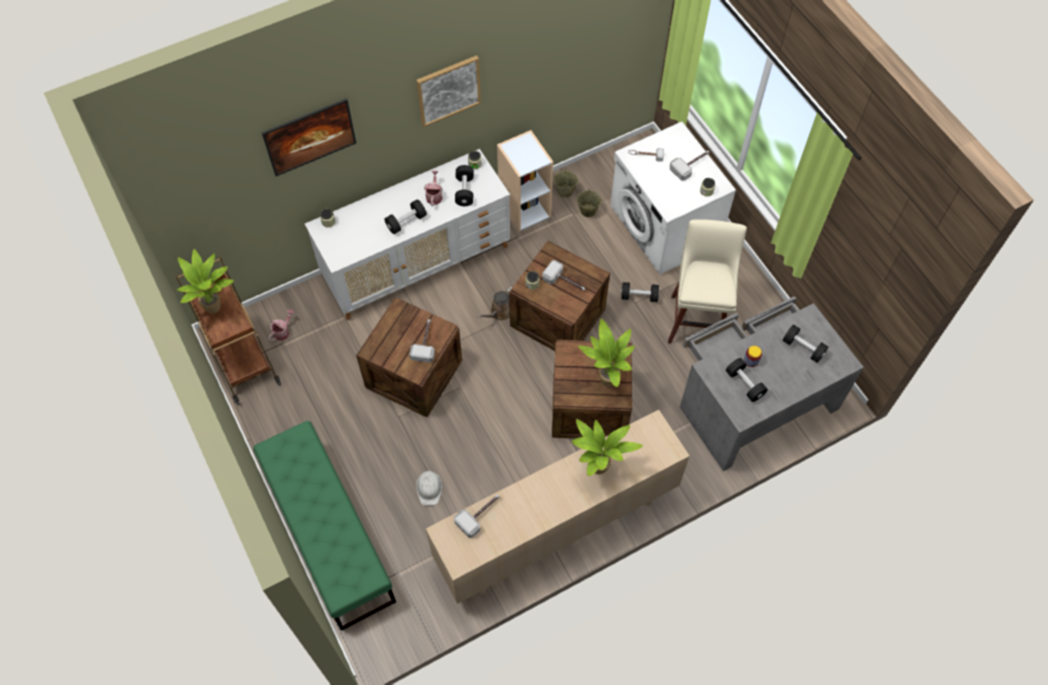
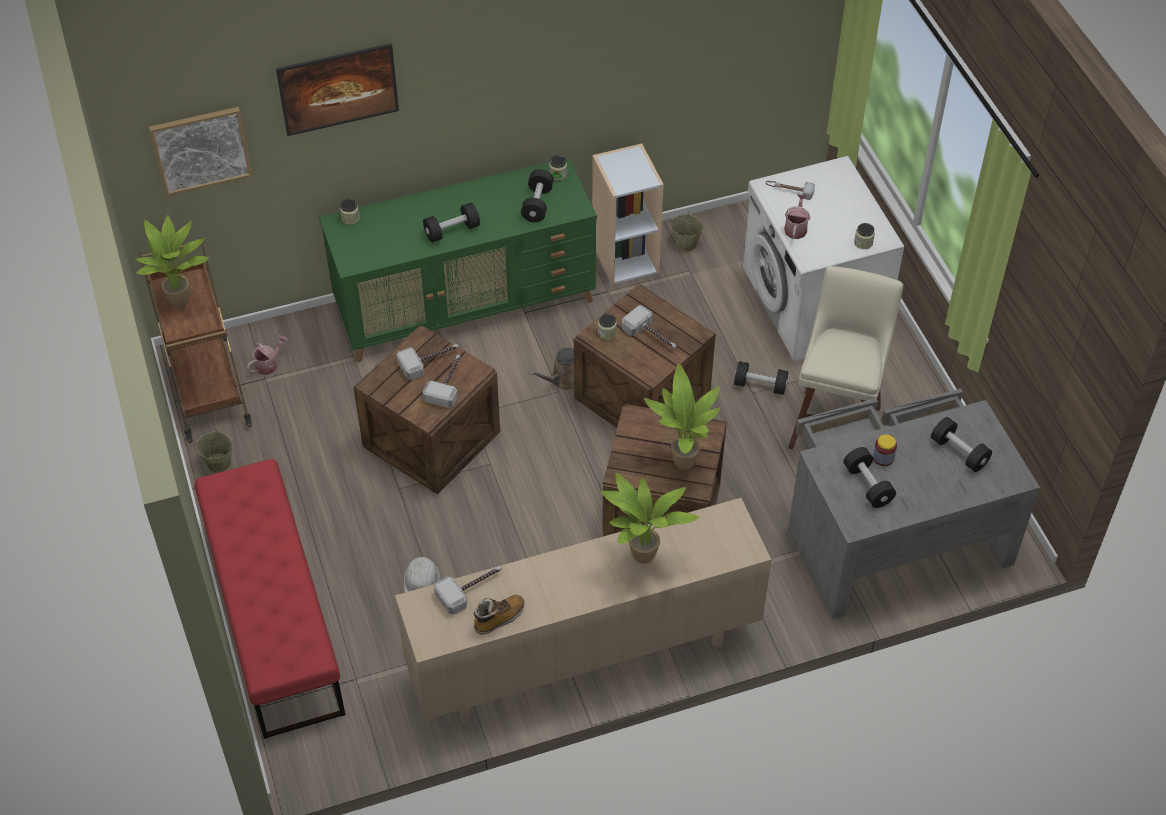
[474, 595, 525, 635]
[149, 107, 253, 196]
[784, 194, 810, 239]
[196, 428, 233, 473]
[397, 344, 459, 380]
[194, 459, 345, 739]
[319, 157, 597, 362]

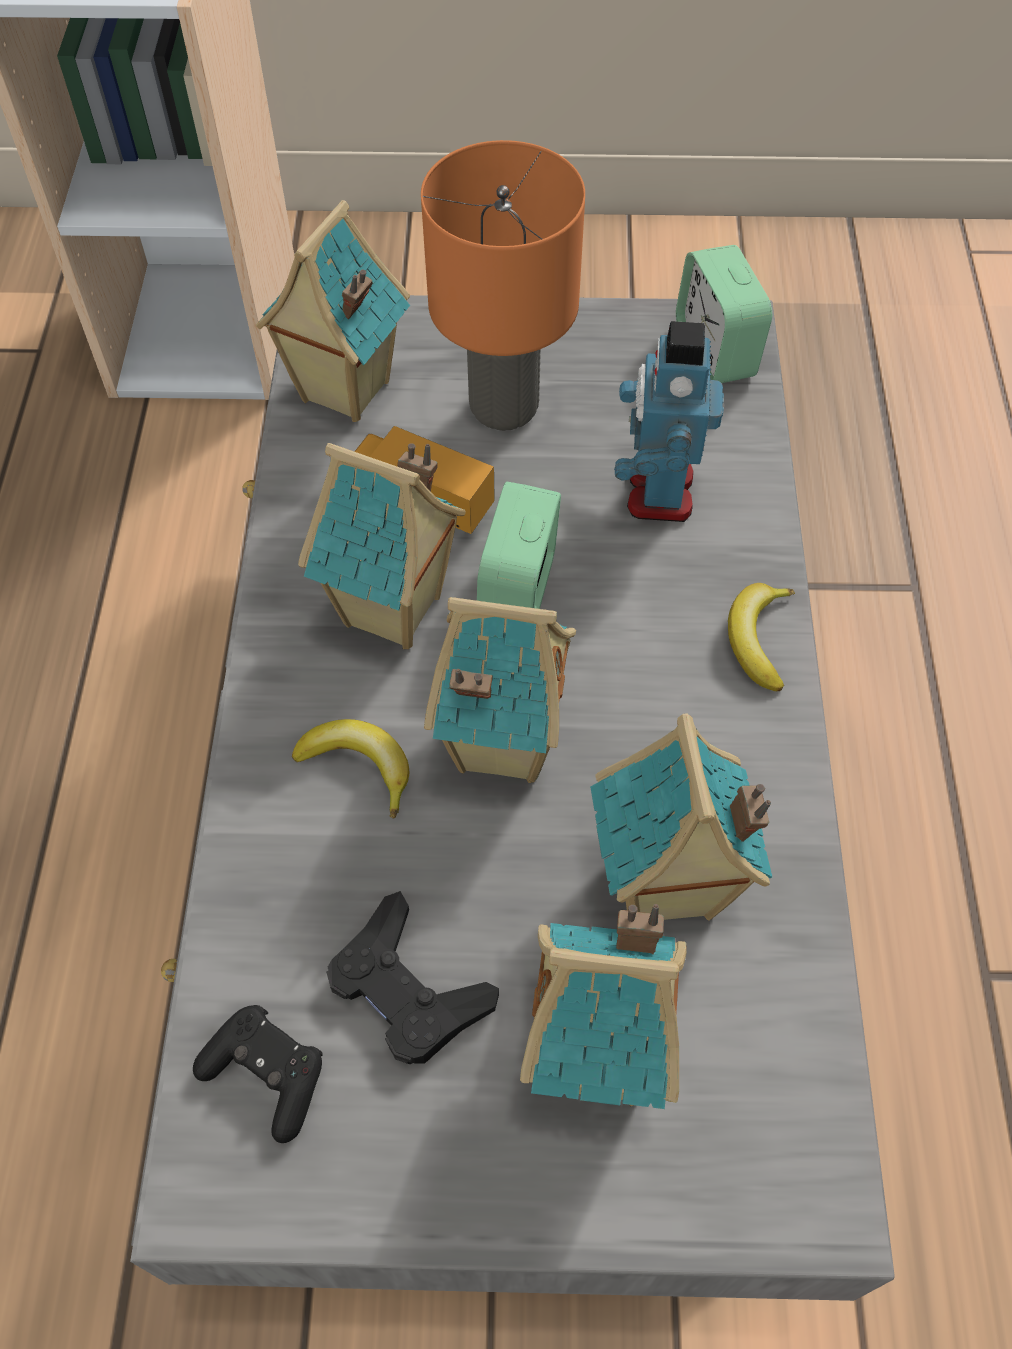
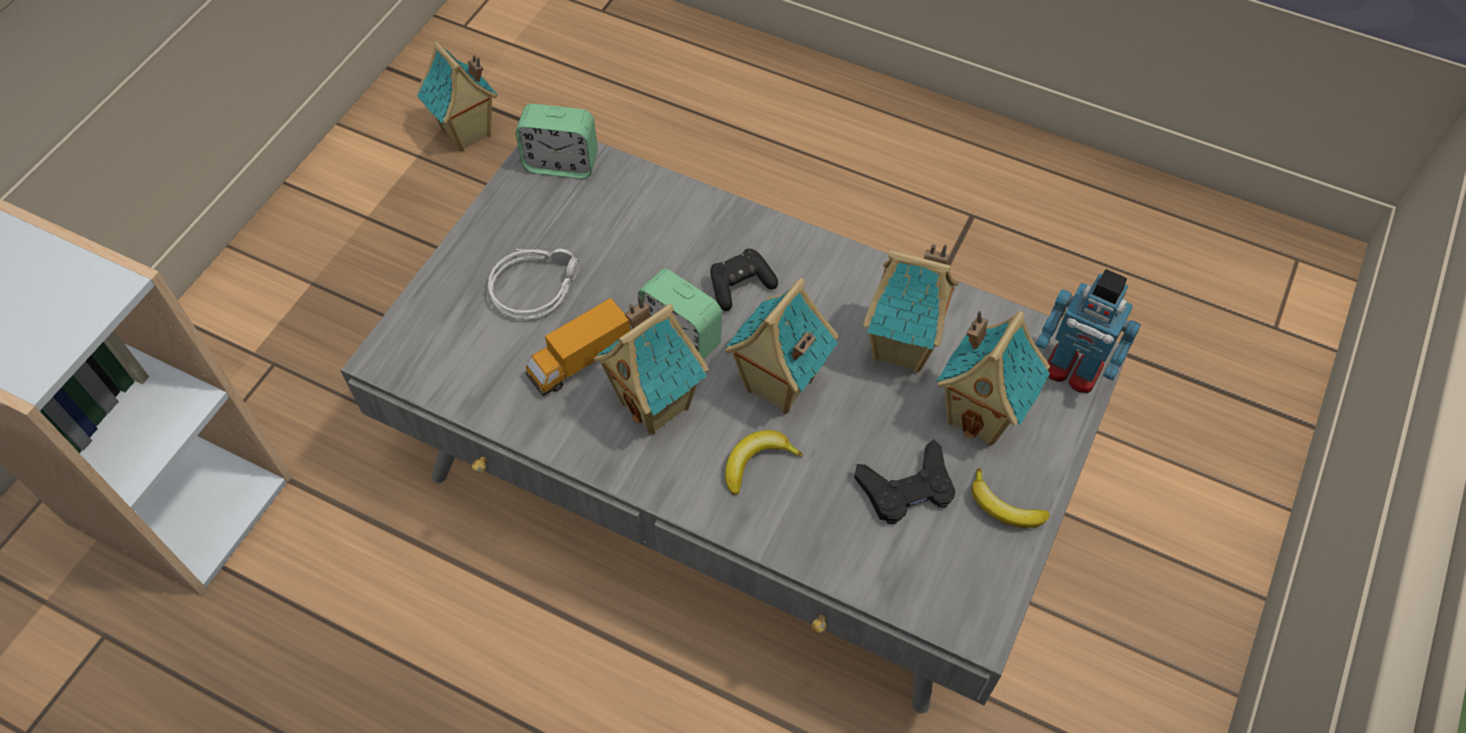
[710, 249, 778, 311]
[417, 41, 498, 151]
[1035, 269, 1141, 393]
[972, 468, 1050, 528]
[488, 249, 579, 320]

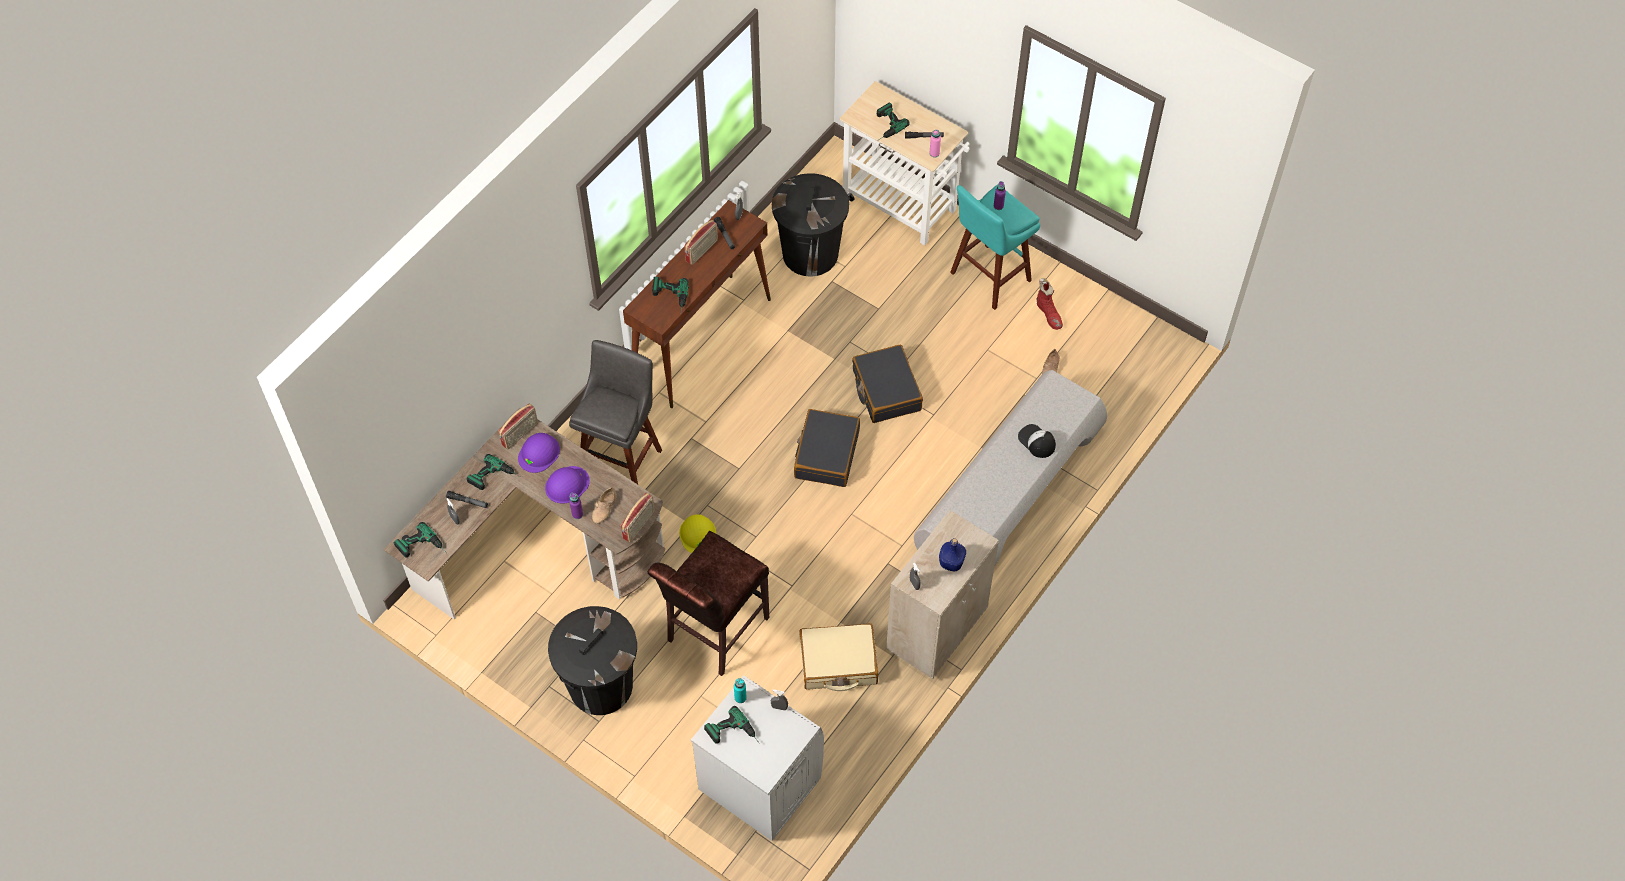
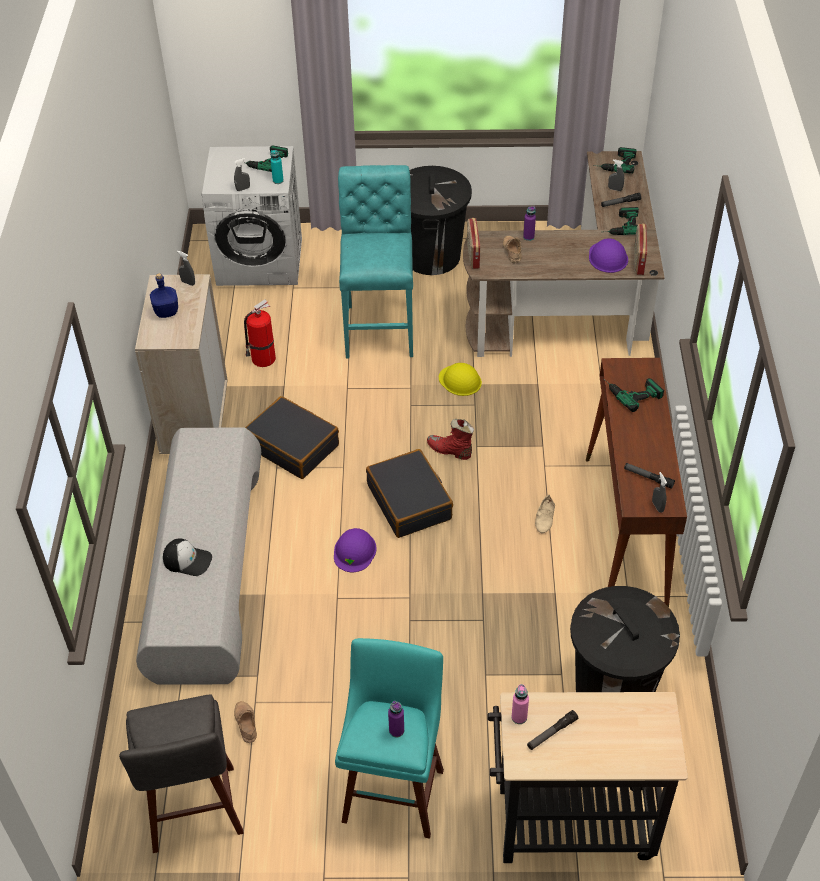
[684, 220, 718, 265] (first image)
[877, 102, 910, 140] (first image)
[535, 495, 555, 534]
[334, 528, 376, 572]
[119, 695, 244, 853]
[245, 396, 339, 479]
[427, 419, 474, 460]
[244, 299, 276, 367]
[338, 165, 413, 358]
[488, 692, 688, 863]

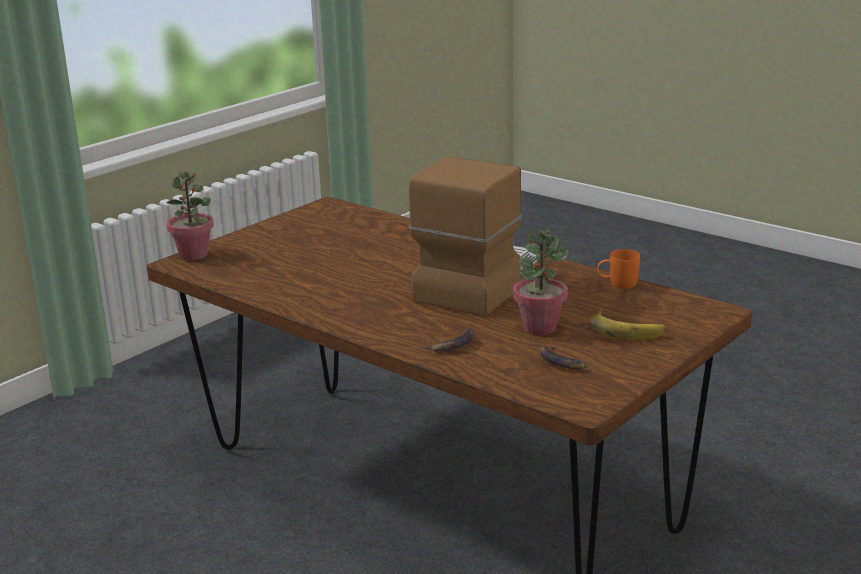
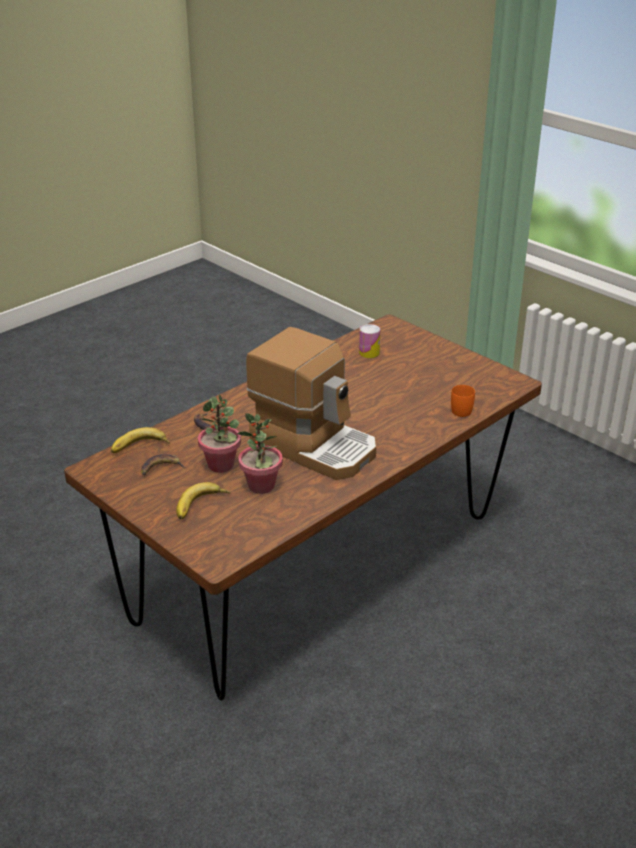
[111, 427, 170, 453]
[359, 324, 380, 358]
[237, 413, 283, 494]
[451, 385, 475, 417]

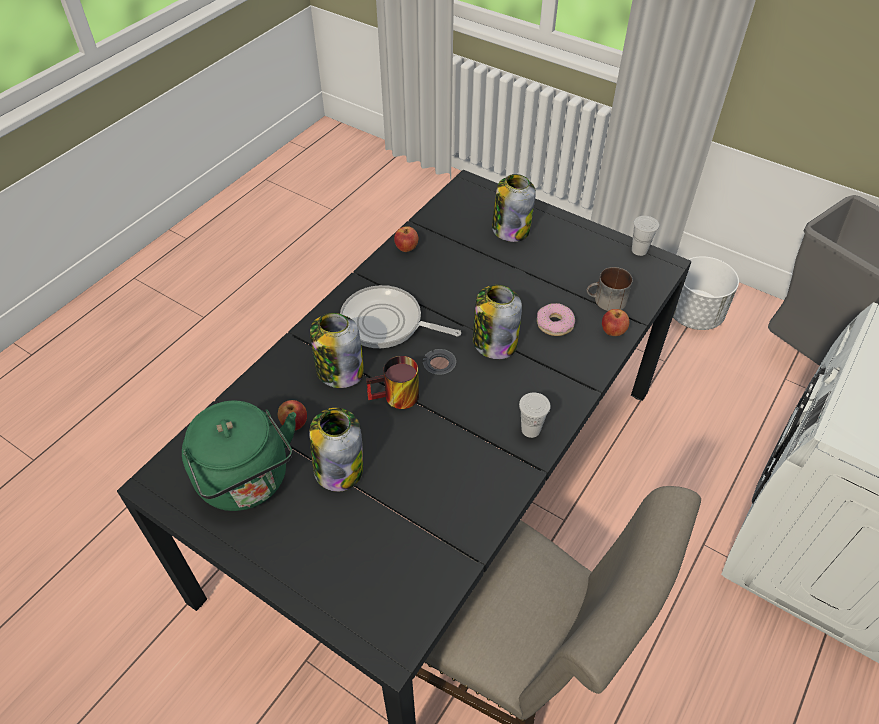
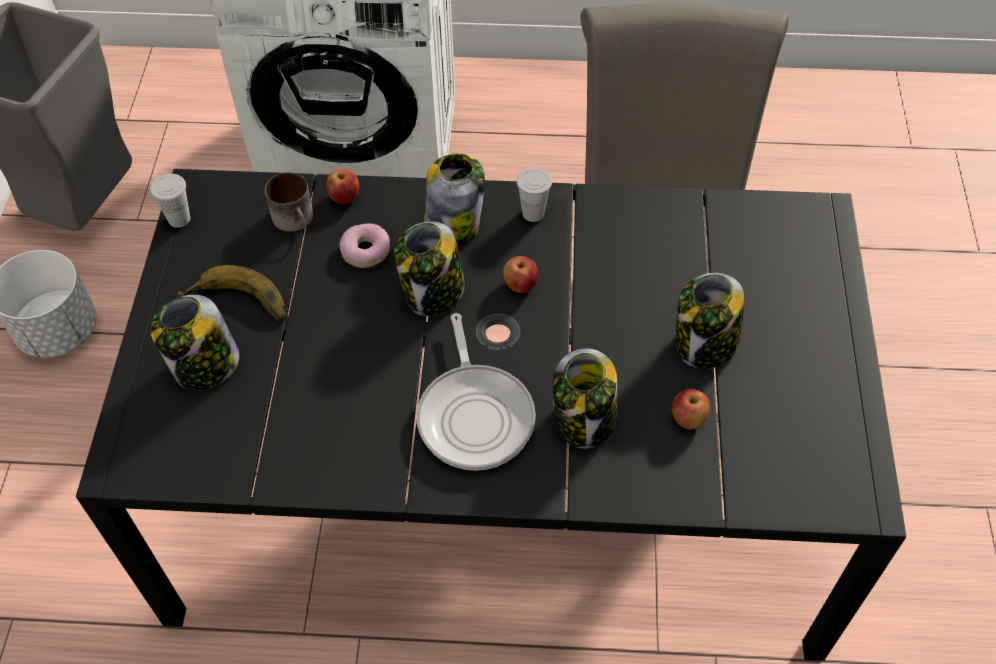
[182, 400, 296, 511] (first image)
[366, 356, 419, 409] (first image)
[177, 265, 286, 323]
[424, 154, 485, 246]
[503, 256, 538, 293]

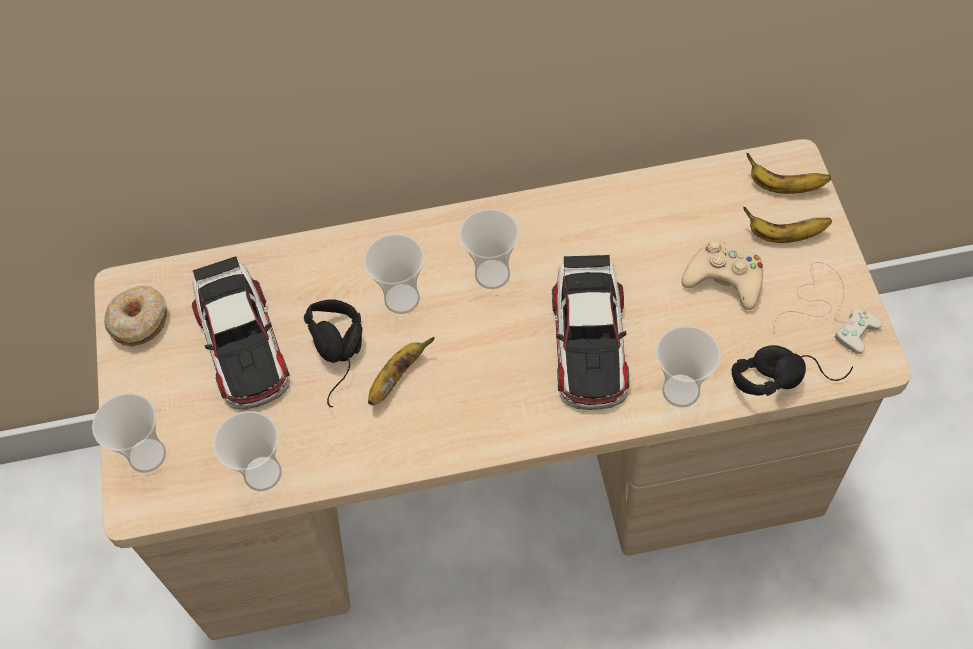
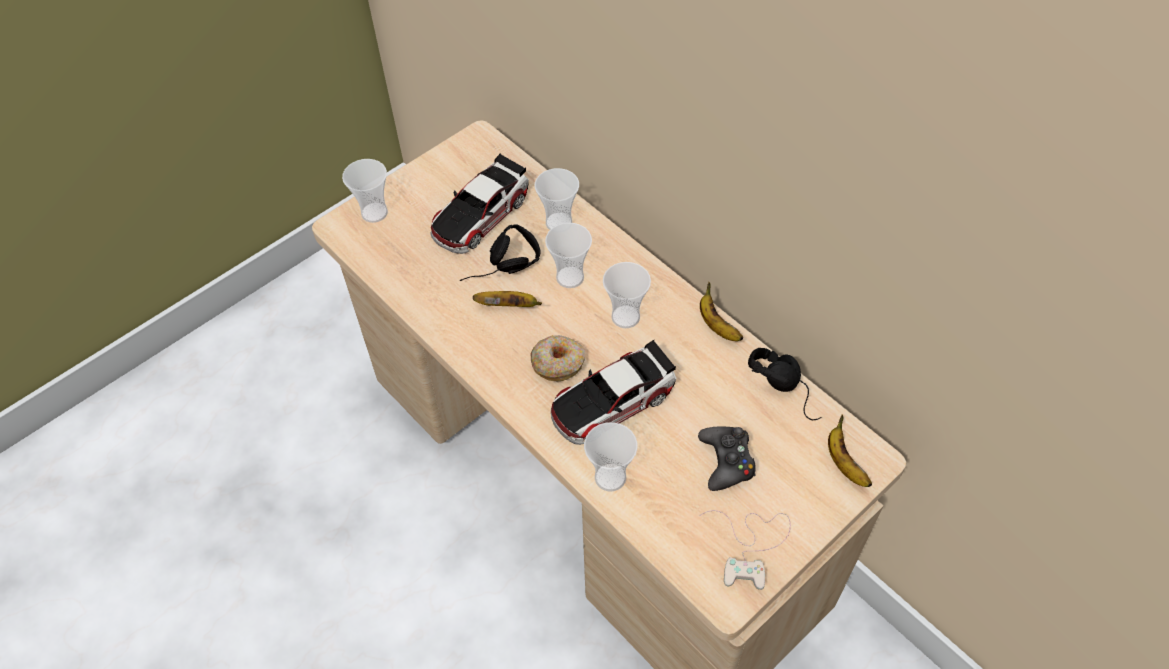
[531, 335, 585, 381]
[535, 168, 579, 230]
[748, 348, 822, 421]
[700, 282, 743, 341]
[698, 427, 756, 491]

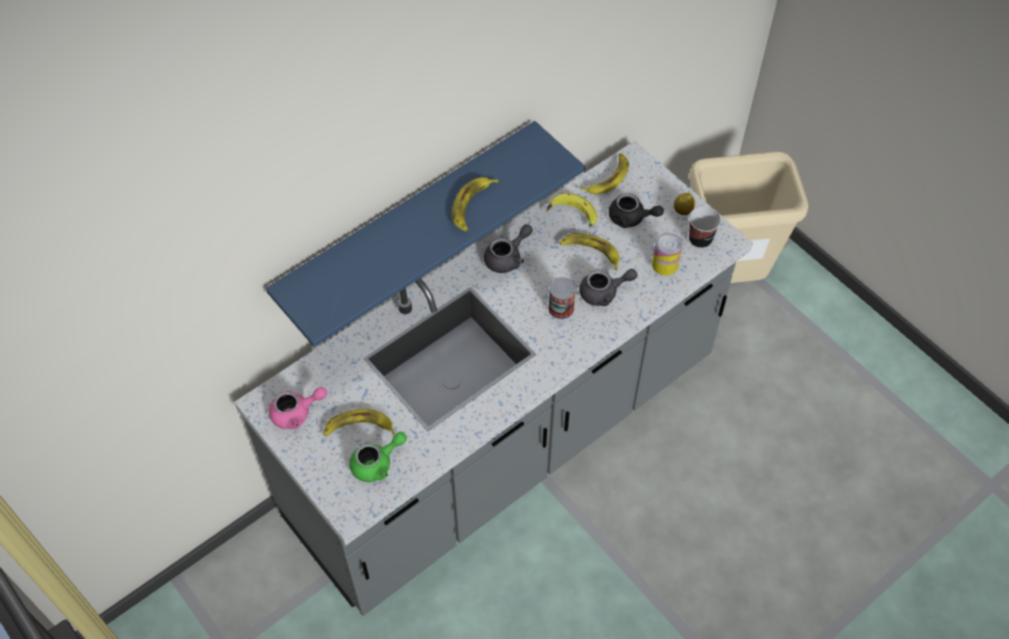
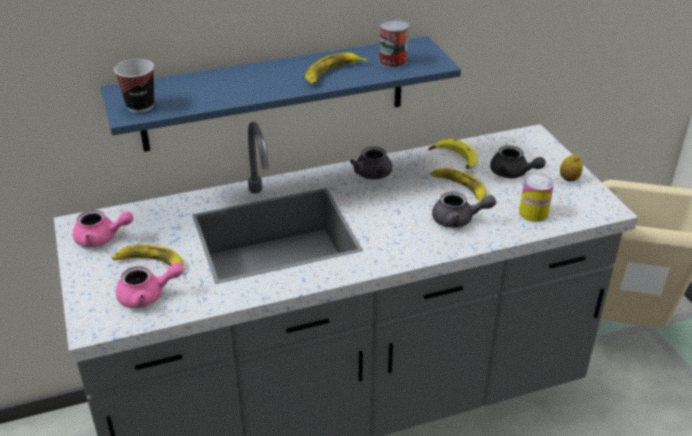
[580, 153, 629, 194] (first image)
[379, 19, 409, 68]
[114, 59, 155, 113]
[116, 263, 184, 308]
[350, 146, 392, 180]

